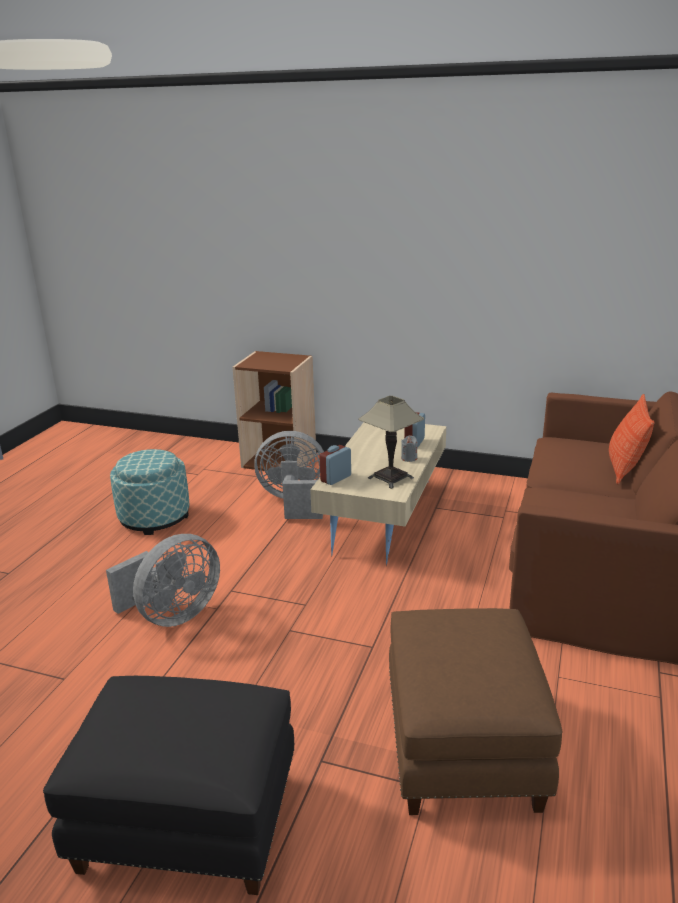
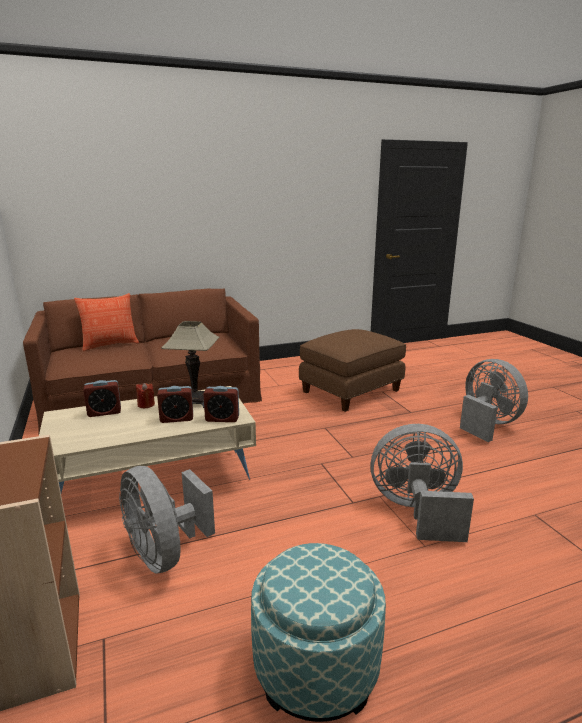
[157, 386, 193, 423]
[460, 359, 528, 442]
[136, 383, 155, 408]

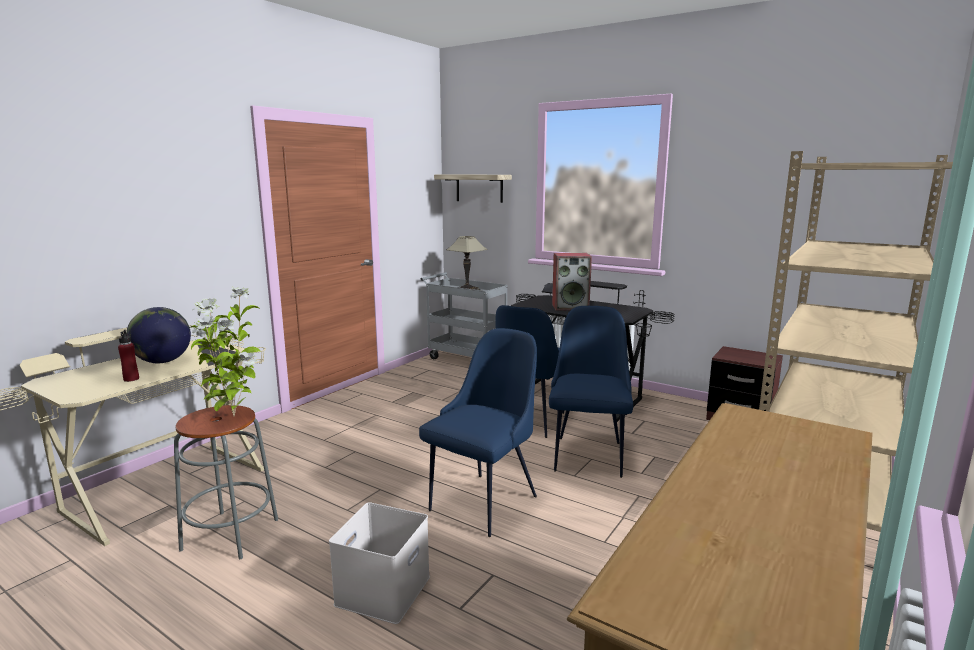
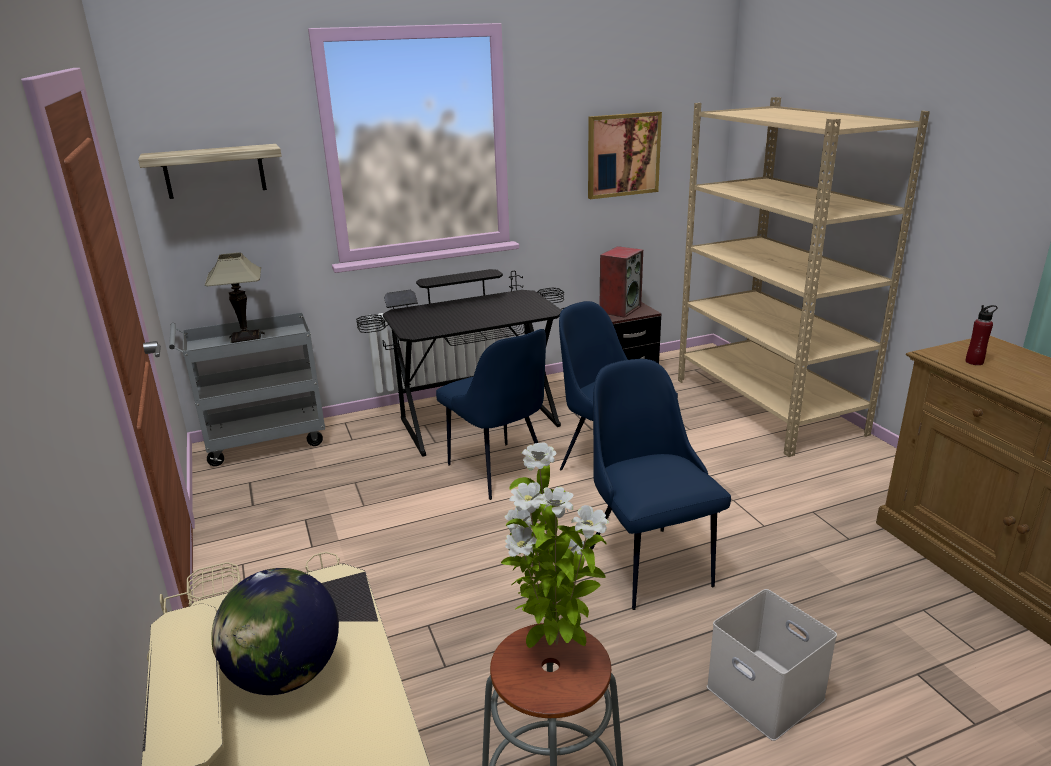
[588, 112, 662, 199]
[965, 305, 998, 365]
[600, 246, 643, 318]

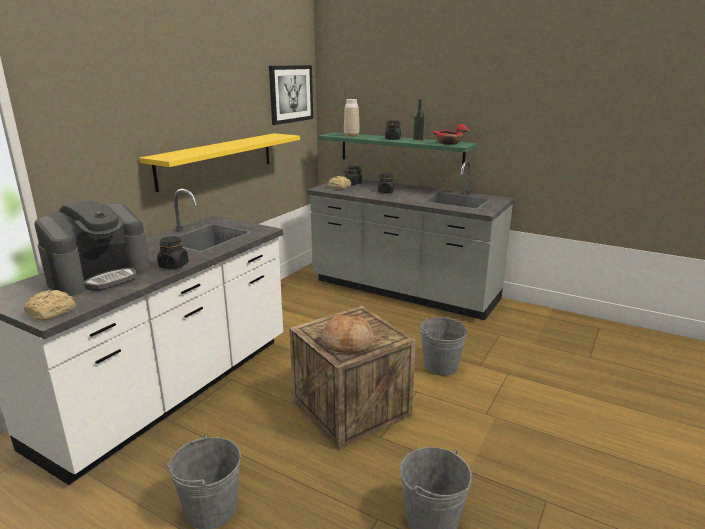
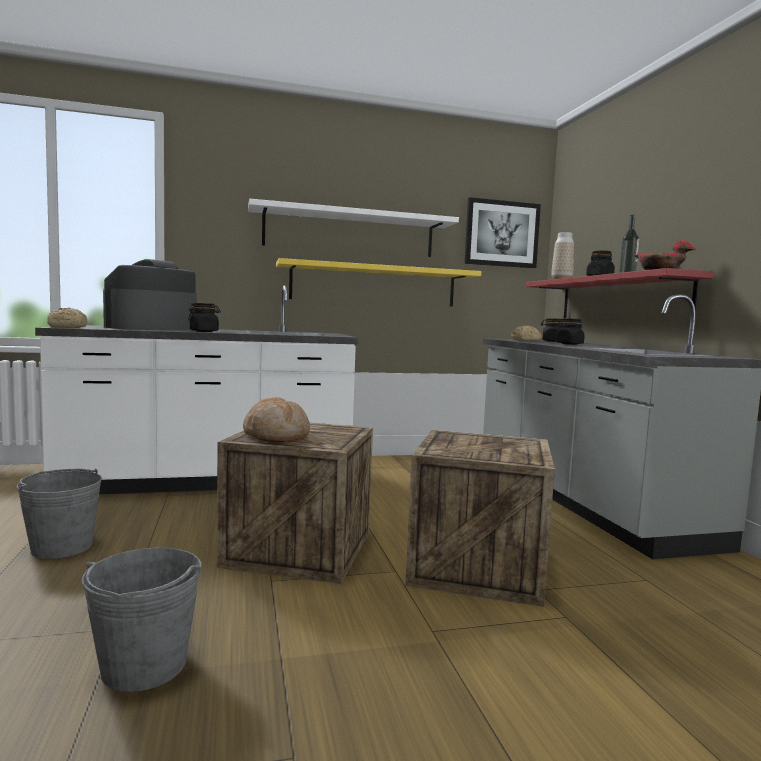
[248, 199, 459, 257]
[405, 430, 555, 607]
[526, 268, 714, 318]
[103, 259, 197, 330]

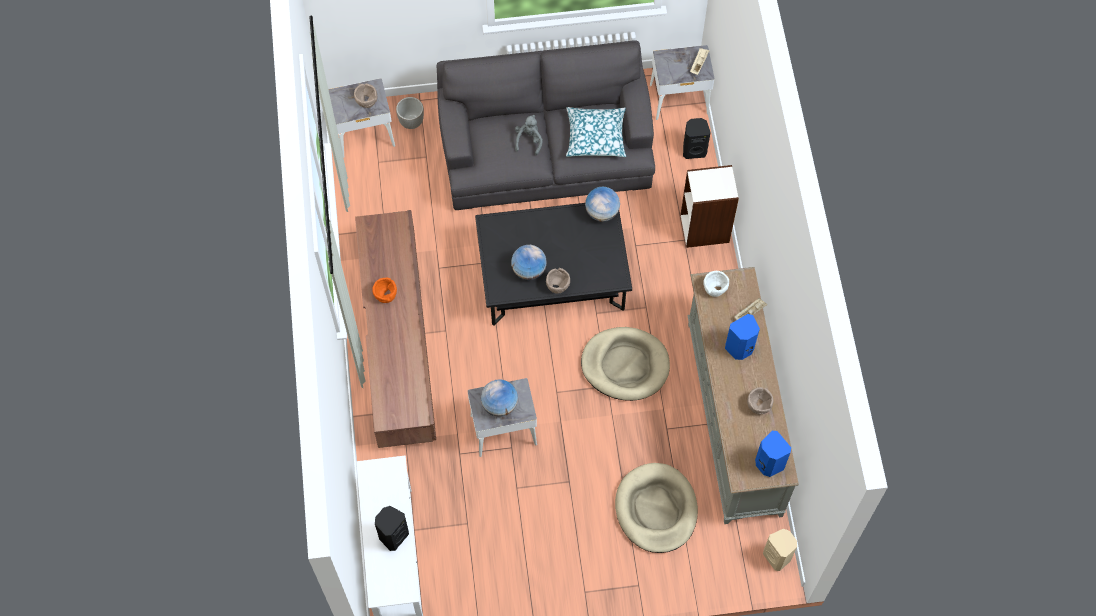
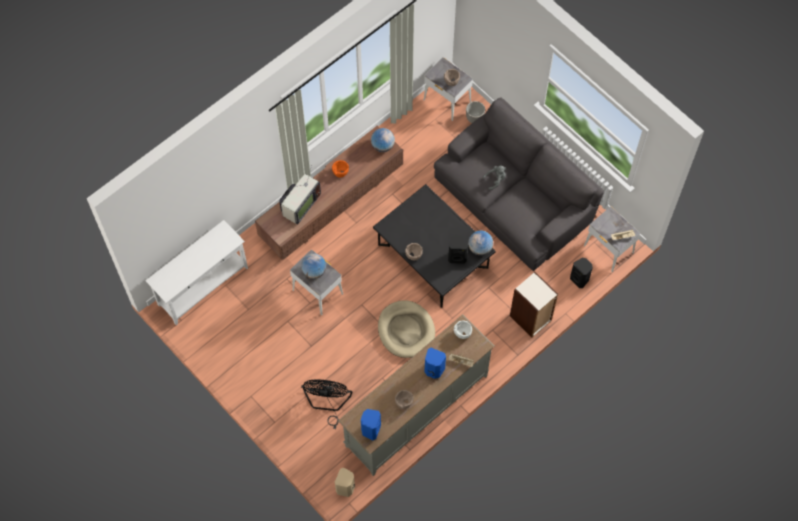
[566, 107, 626, 157] (first image)
[279, 166, 321, 224]
[448, 235, 468, 264]
[371, 128, 395, 152]
[301, 380, 352, 430]

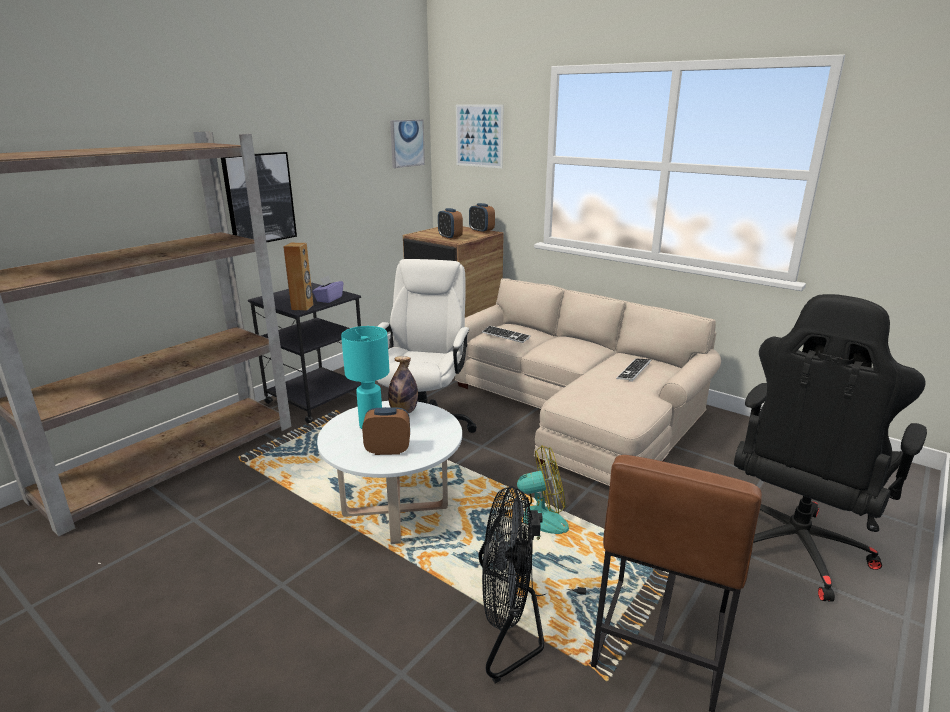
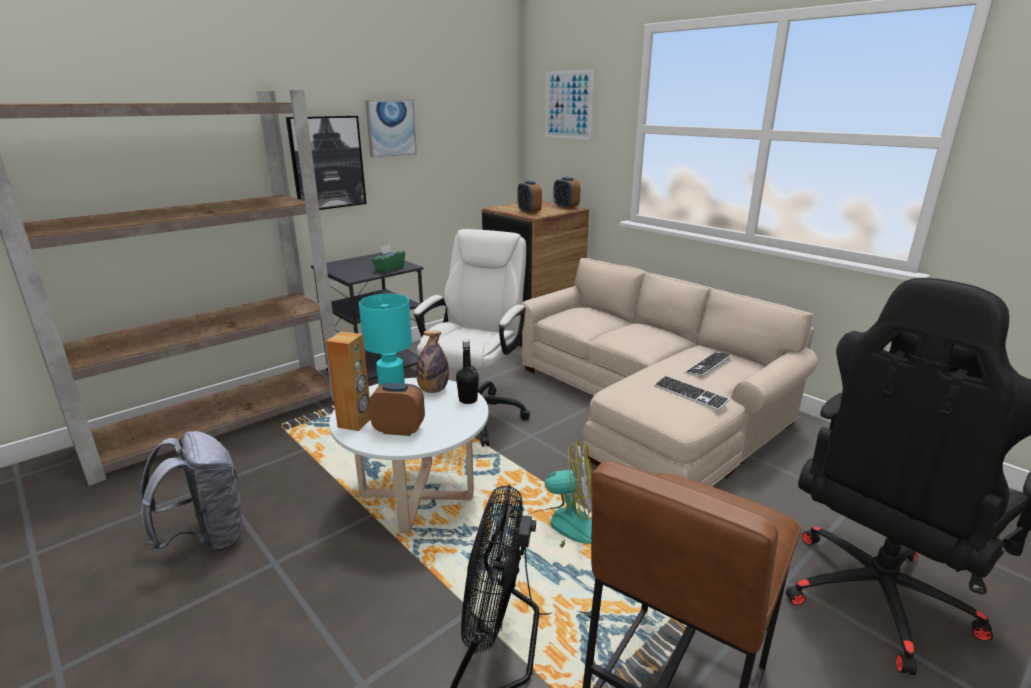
[140, 431, 244, 554]
[456, 339, 479, 404]
[326, 332, 370, 431]
[365, 100, 417, 158]
[654, 376, 730, 411]
[372, 244, 405, 273]

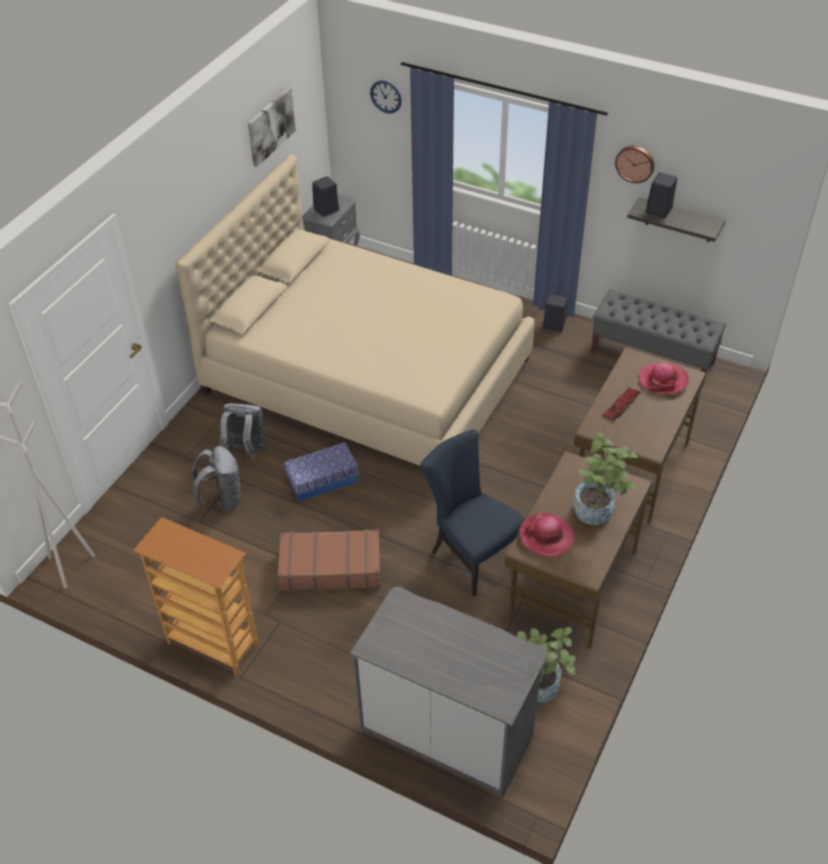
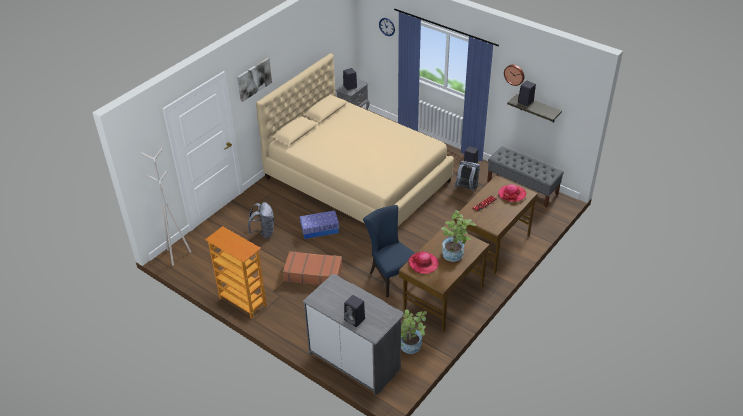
[344, 295, 365, 327]
[454, 161, 480, 192]
[237, 58, 272, 102]

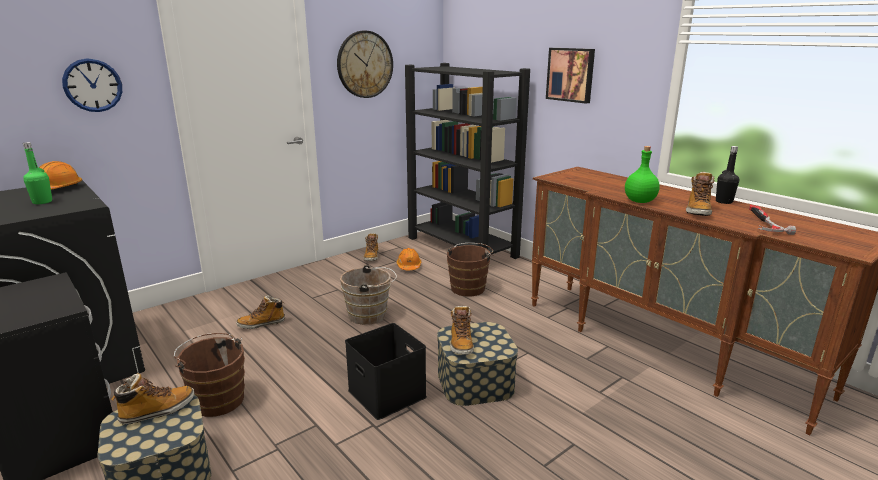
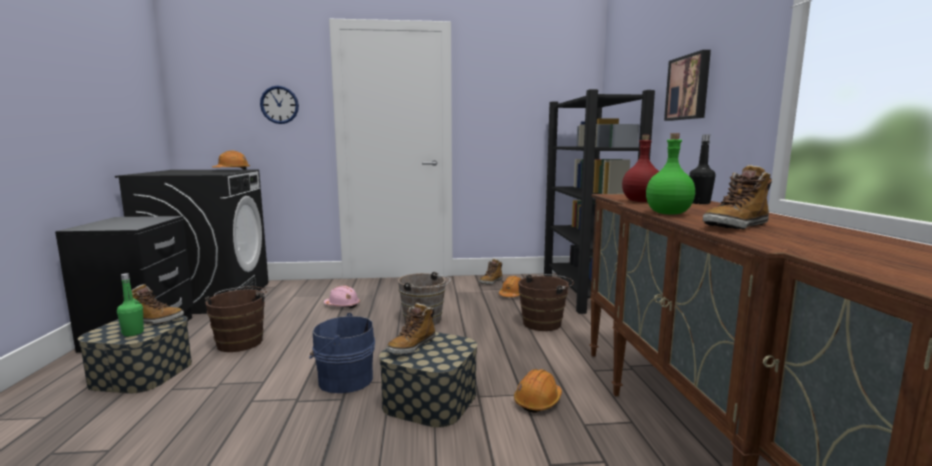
[337, 30, 393, 98] (first image)
[749, 205, 796, 235] (first image)
[514, 369, 562, 413]
[622, 135, 659, 202]
[117, 273, 144, 336]
[689, 135, 716, 204]
[324, 286, 360, 308]
[309, 313, 375, 393]

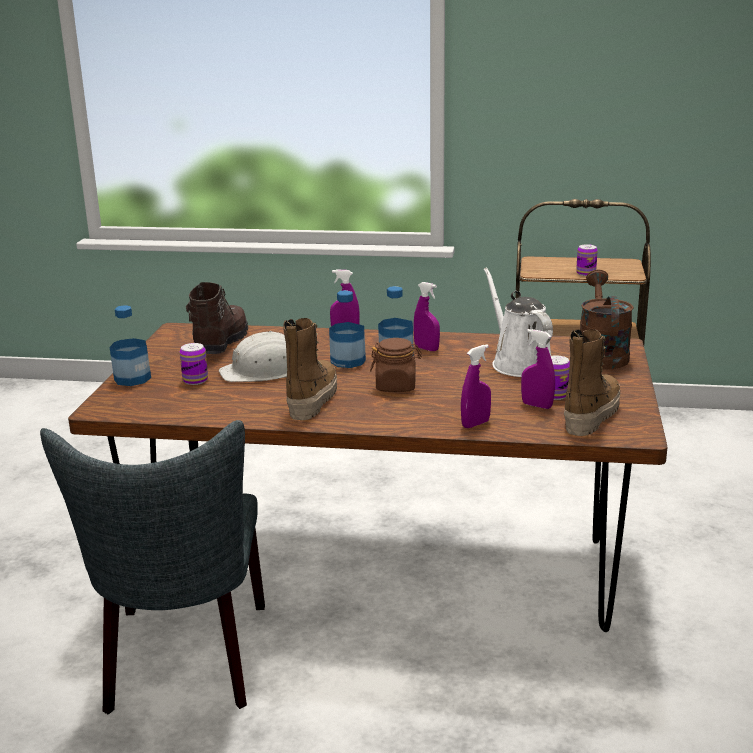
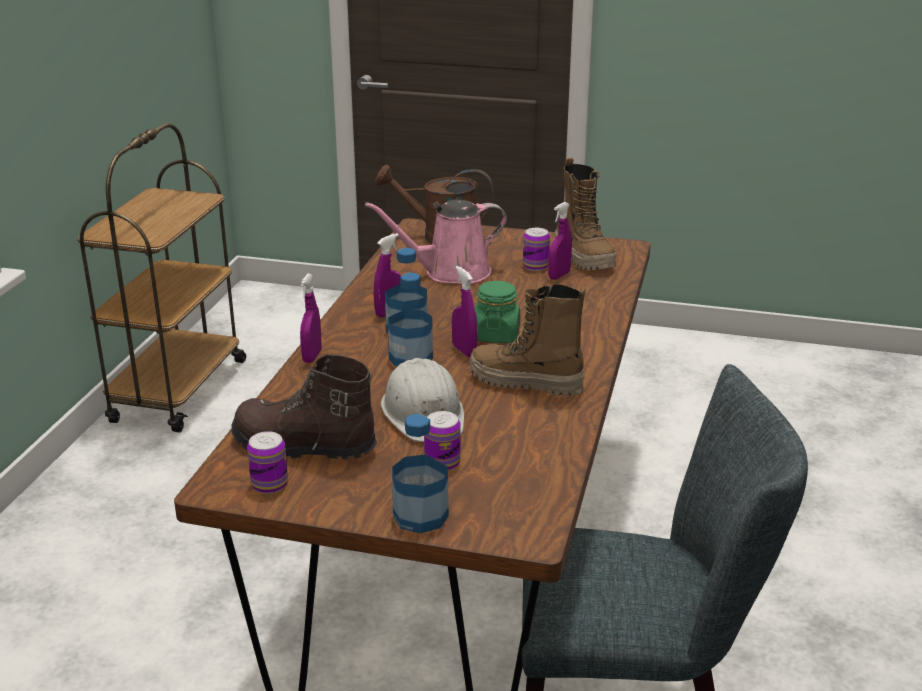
[452, 266, 478, 357]
[247, 431, 288, 494]
[475, 281, 520, 343]
[365, 199, 507, 284]
[555, 158, 616, 271]

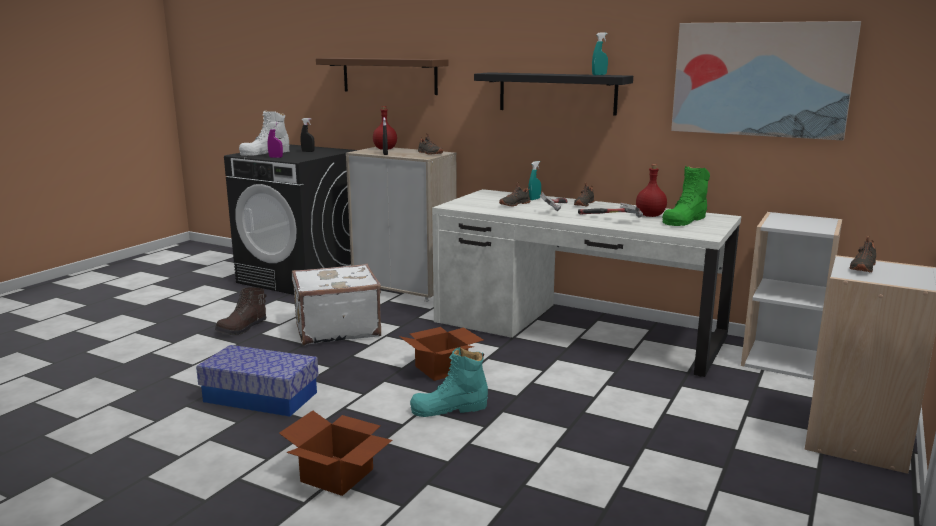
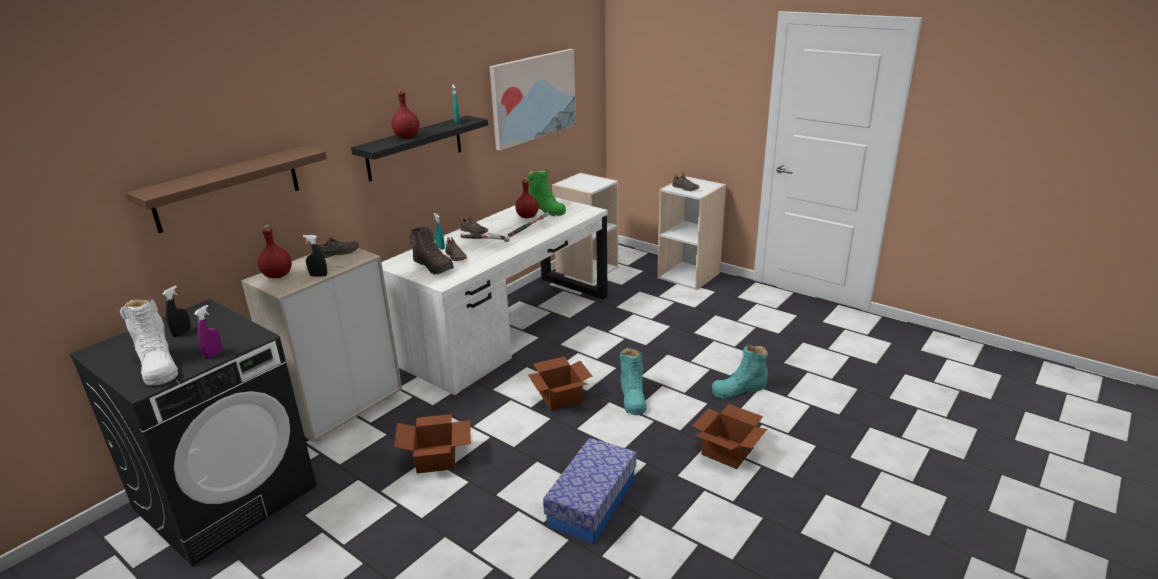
[392, 89, 420, 138]
[712, 344, 768, 399]
[409, 227, 454, 275]
[394, 414, 471, 474]

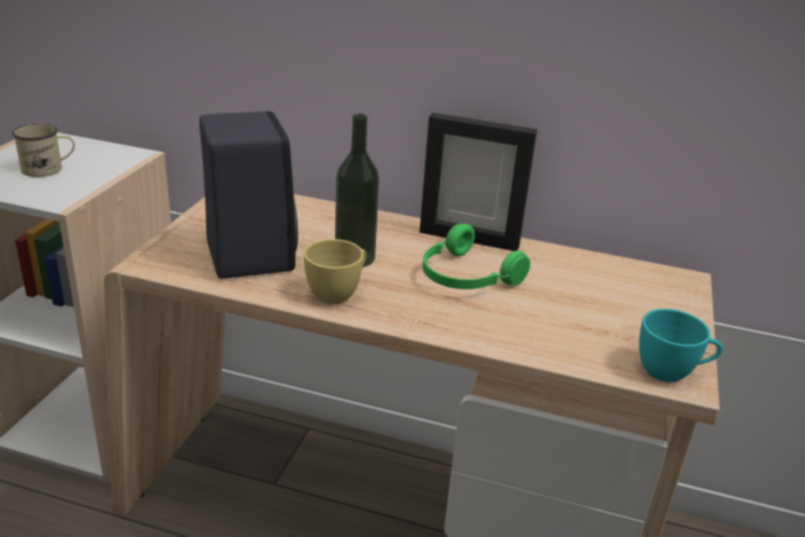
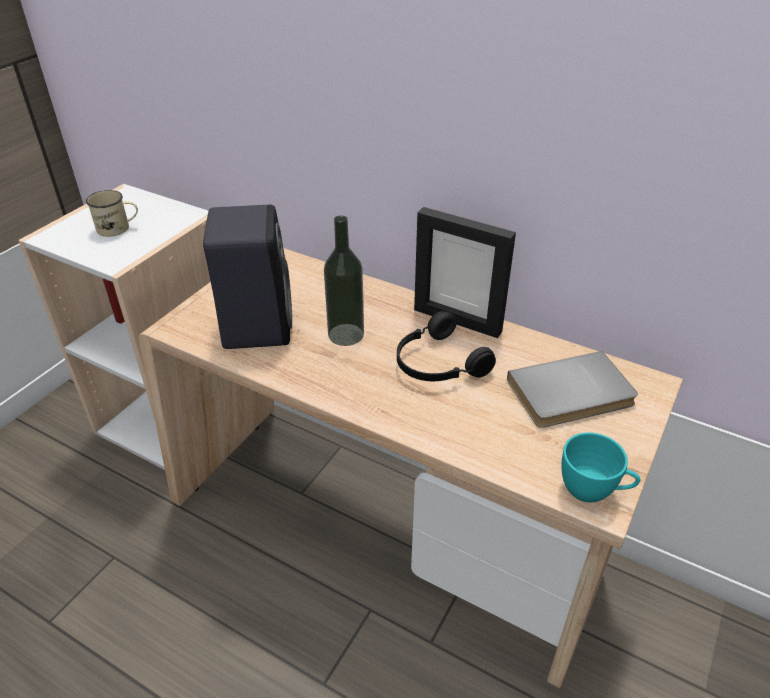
[304, 239, 366, 304] (first image)
[507, 351, 638, 428]
[397, 311, 496, 381]

